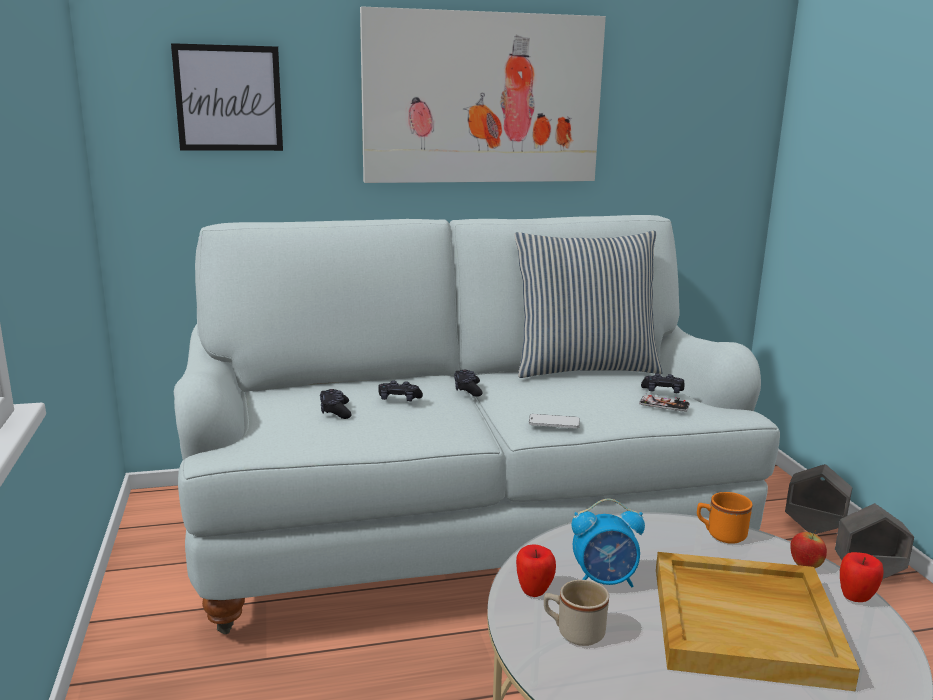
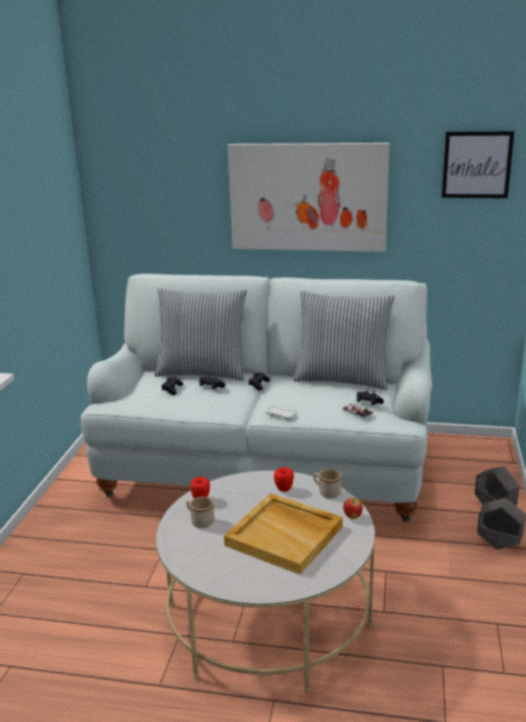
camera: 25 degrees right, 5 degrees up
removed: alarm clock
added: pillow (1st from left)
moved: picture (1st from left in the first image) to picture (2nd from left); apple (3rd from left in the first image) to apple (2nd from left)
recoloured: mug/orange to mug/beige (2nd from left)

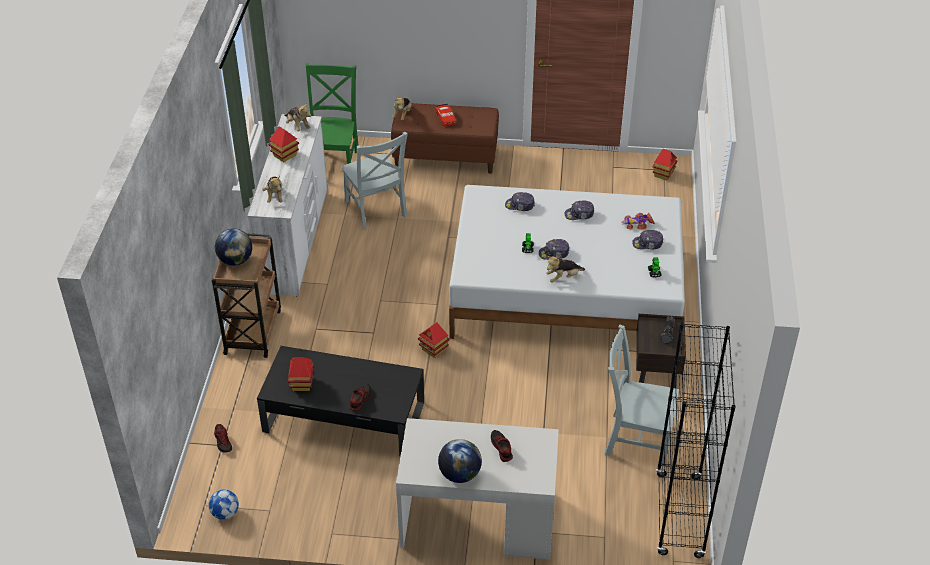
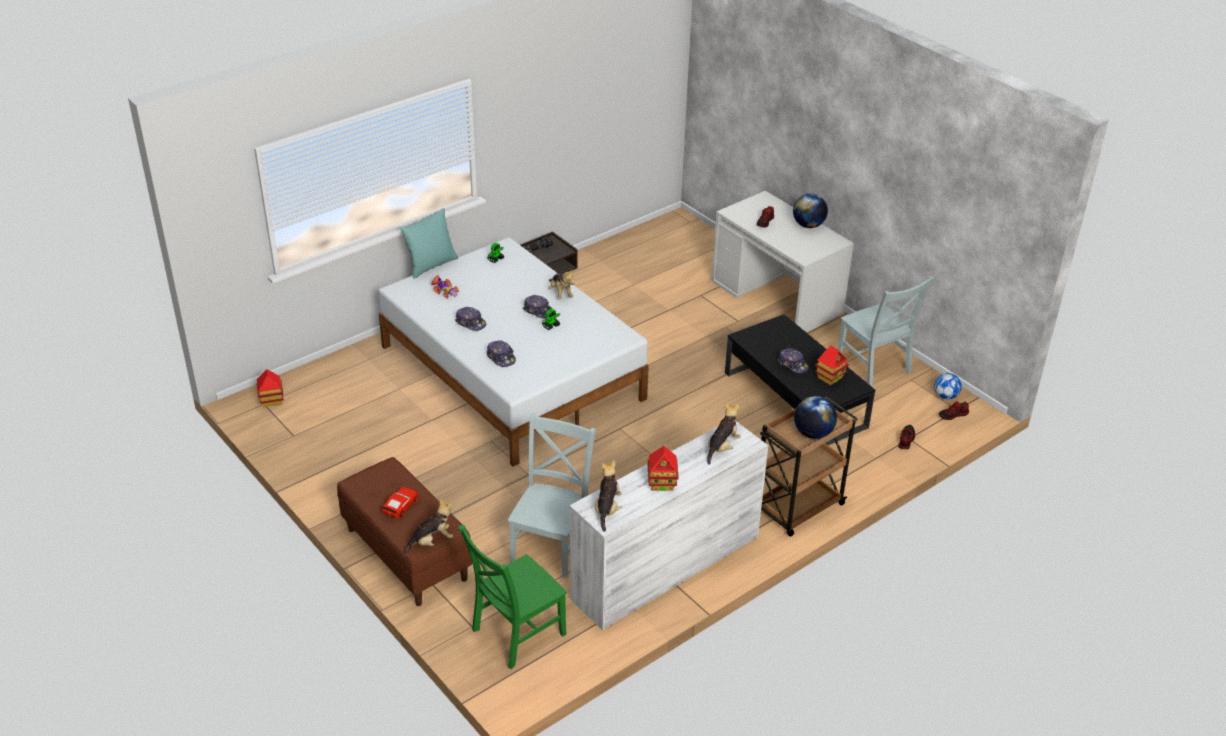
camera: 135 degrees left, 5 degrees down
removed: toy house (3rd from left); bookcase/black
added: pillow/turquoise
moved: cap (4th from left); chair/grey (2nd from left); shoe (2nd from left in the first image) to shoe (3rd from left)
turned: plush toy (4th from left in the first image) 45 degrees clockwise

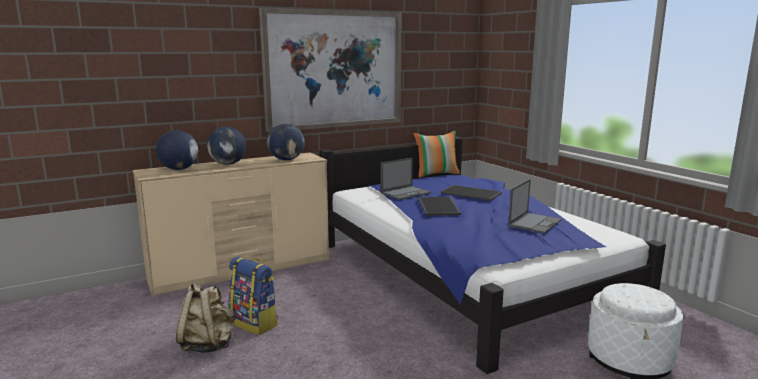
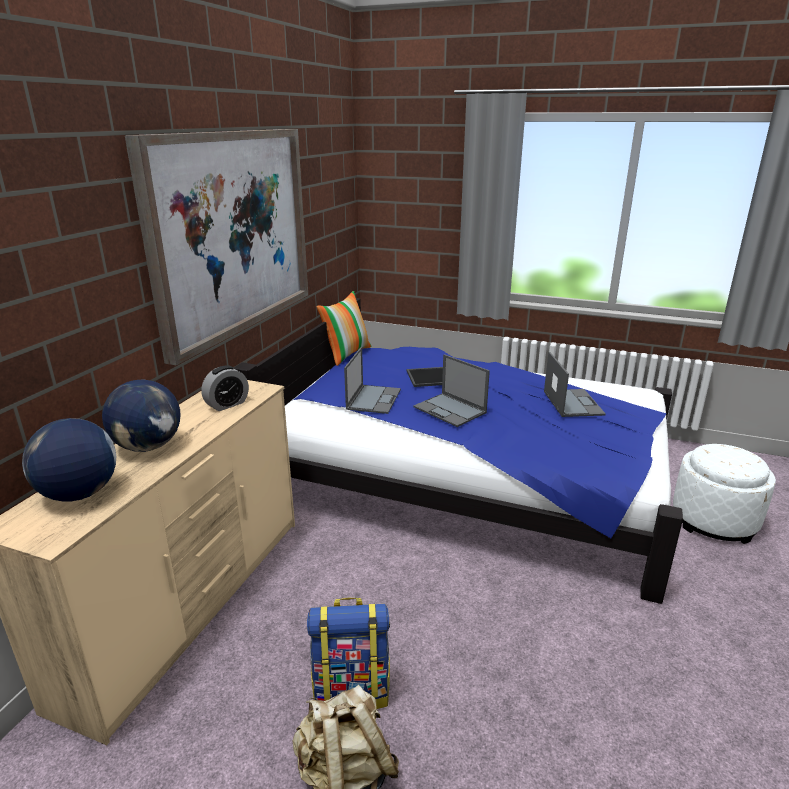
camera: 40 degrees left, 10 degrees up
replaced: globe (3rd from left) to alarm clock; tray (1st from left) to laptop (2nd from left)

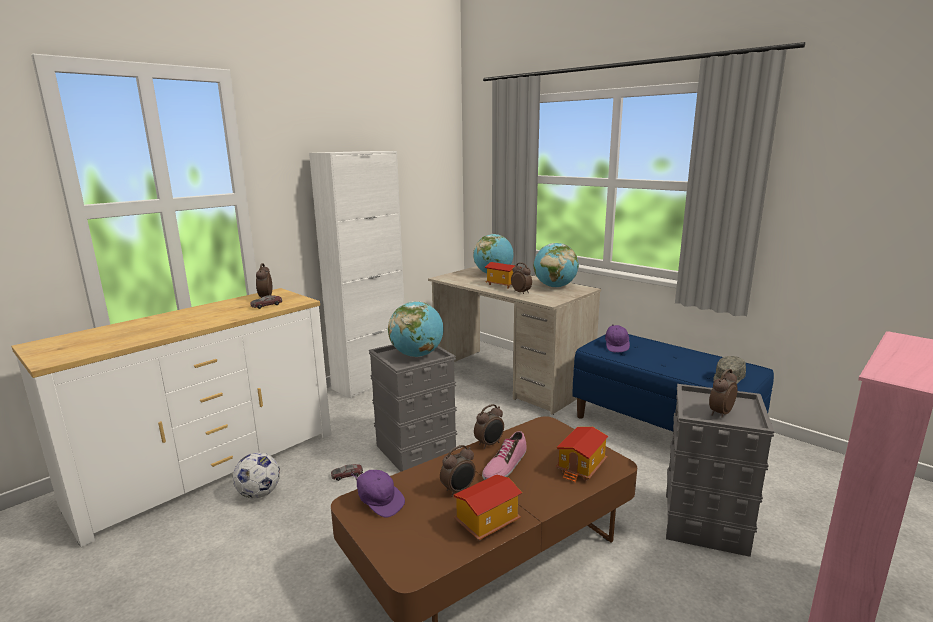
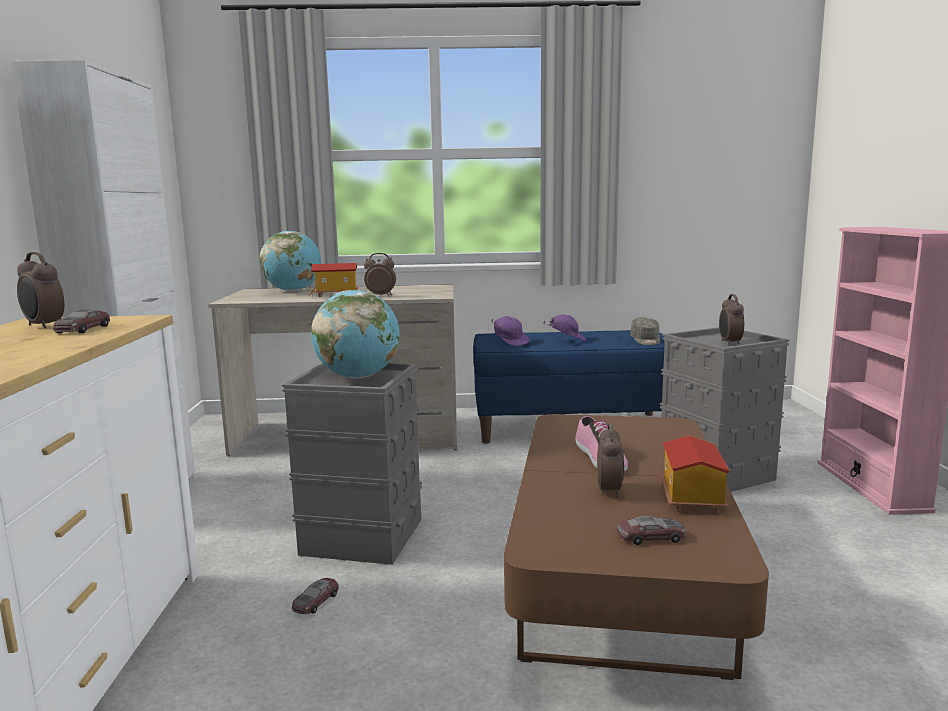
camera: 45 degrees left, 5 degrees down
removed: globe (3rd from left); alarm clock (3rd from left); toy house (3rd from left); football
added: toy car (3rd from left)
moved: cap/purple (1st from left in the first image) to cap/purple (2nd from left)

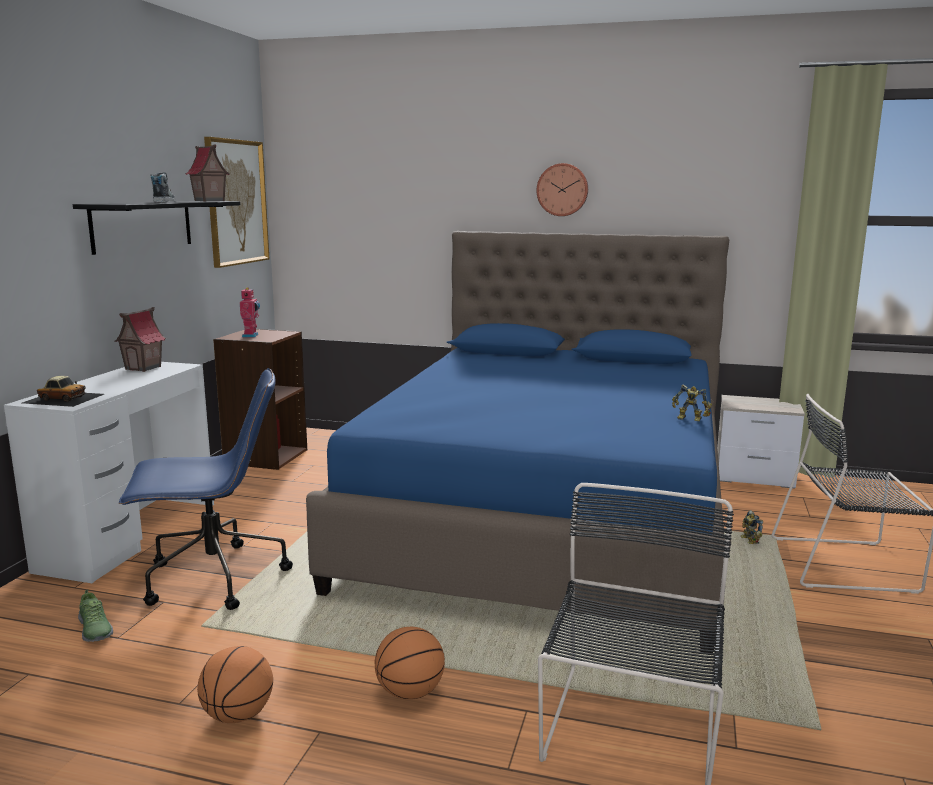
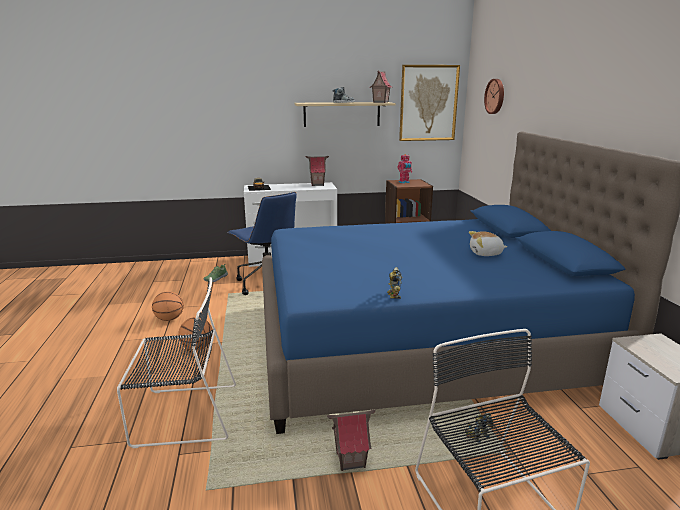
camera: 65 degrees right, 5 degrees up
added: plush toy; toy house (2nd from left)
moved: wall clock
recoloured: shelf/black to shelf/beige

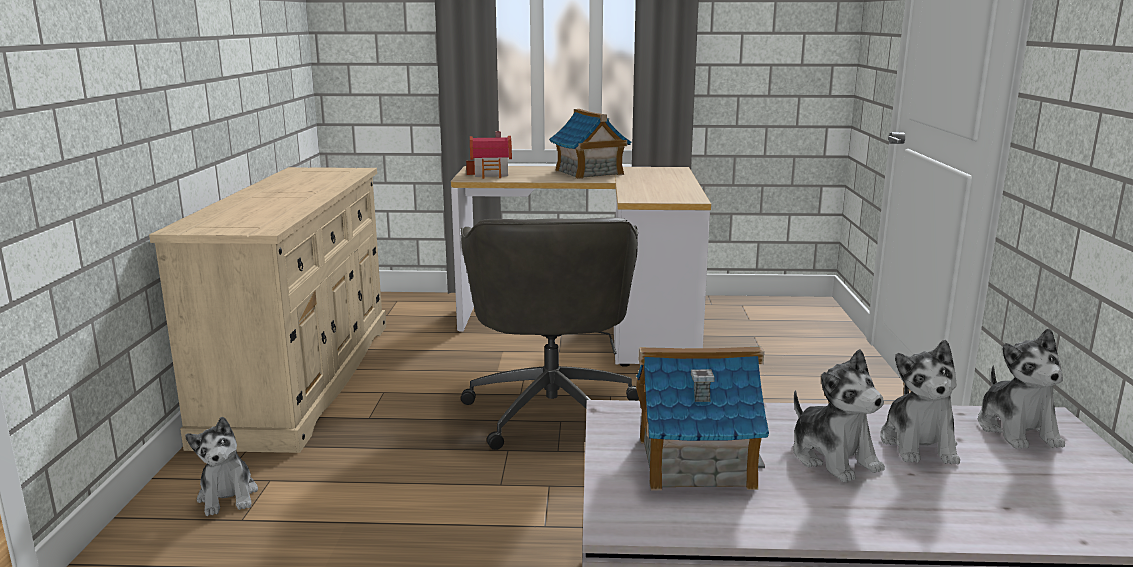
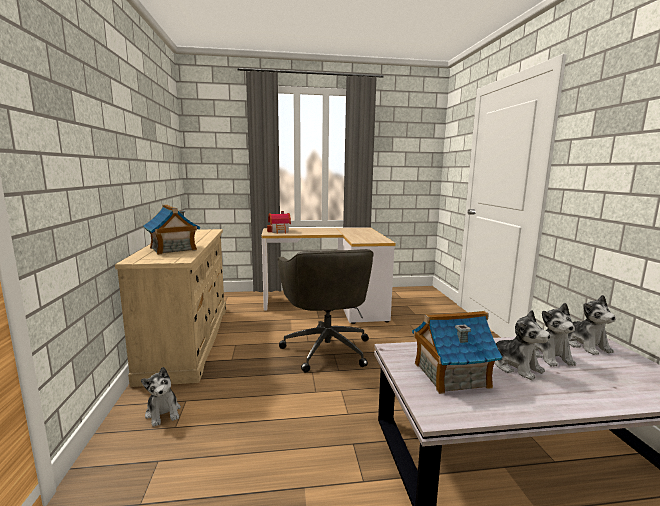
camera: 10 degrees left, 5 degrees down
moved: toy house (2nd from left in the first image) to toy house (1st from left)

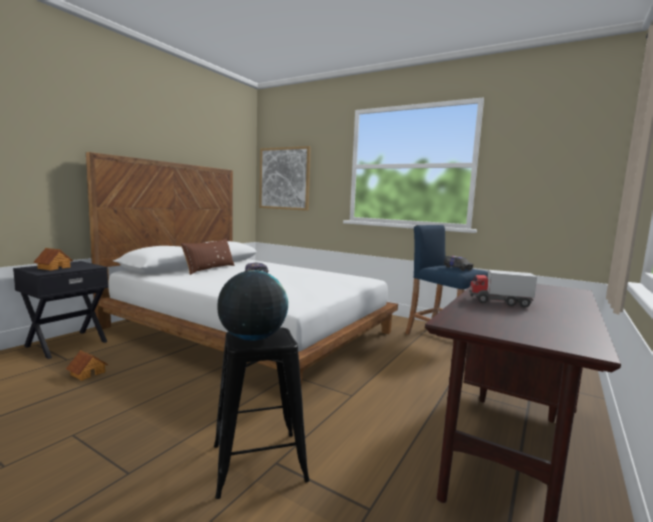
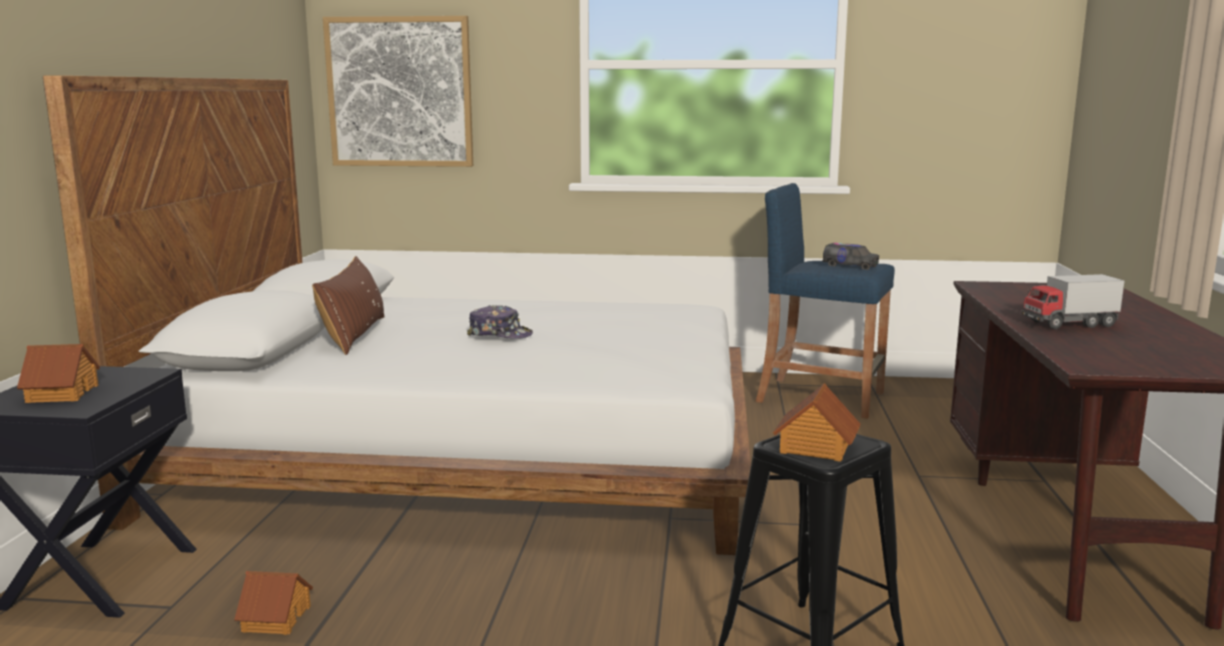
camera: 25 degrees left, 5 degrees up
replaced: globe to toy house (3rd from left)

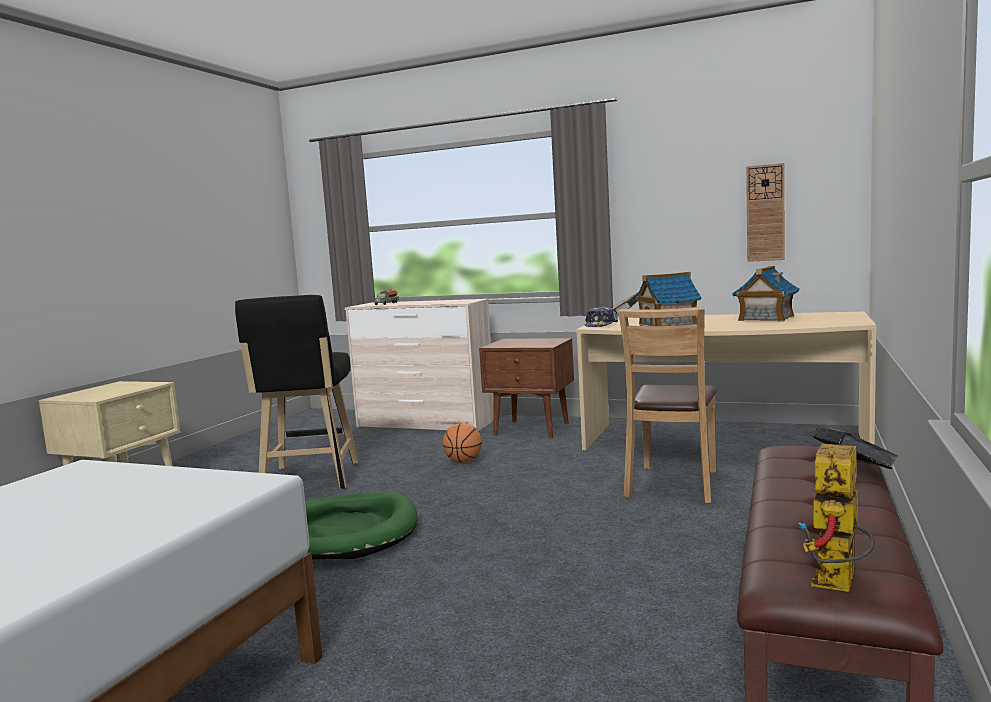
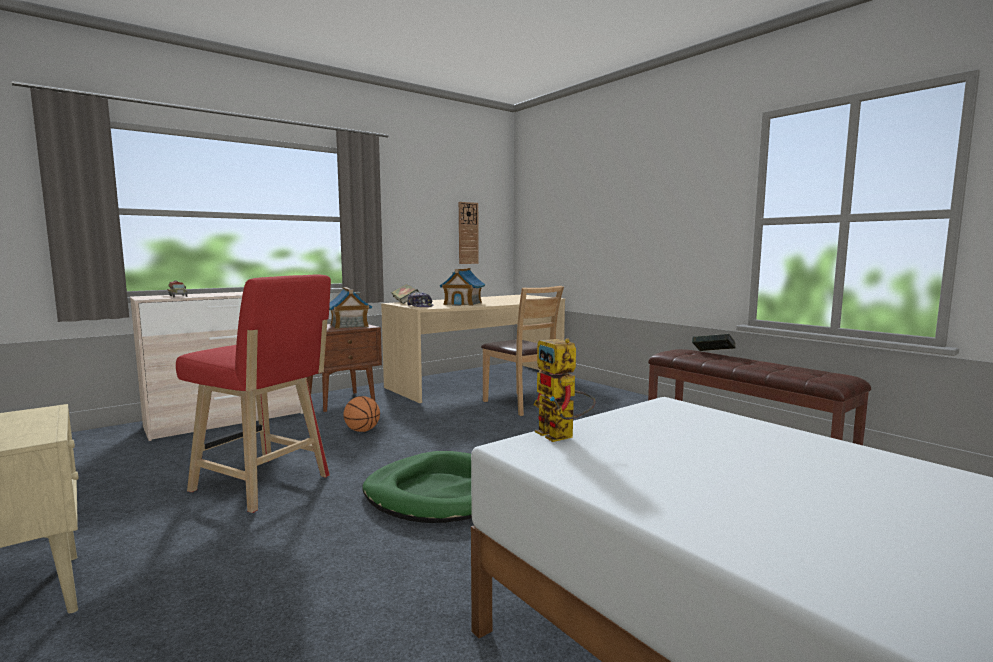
camera: 60 degrees left, 0 degrees up
moved: toy house (2nd from left in the first image) to toy house (1st from left); toy robot
recoloured: stool/black to stool/red

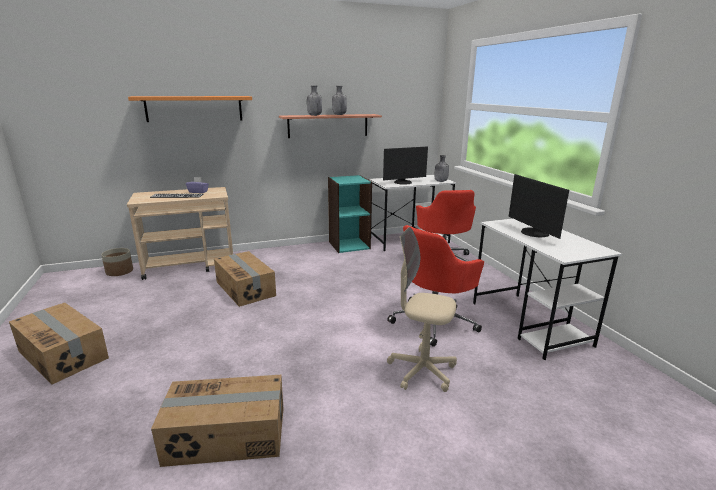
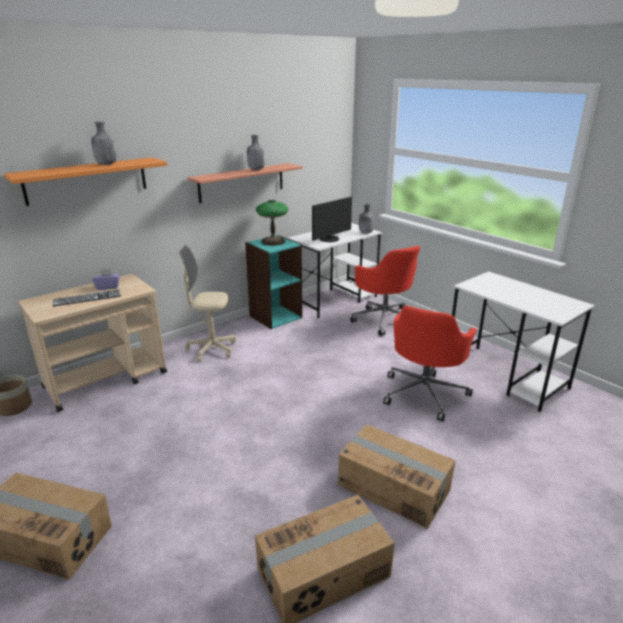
camera: 20 degrees left, 5 degrees up
removed: monitor (2nd from left)
added: table lamp
moved: bottle/grey (1st from left); office chair/beige; cardboard box (3rd from left)

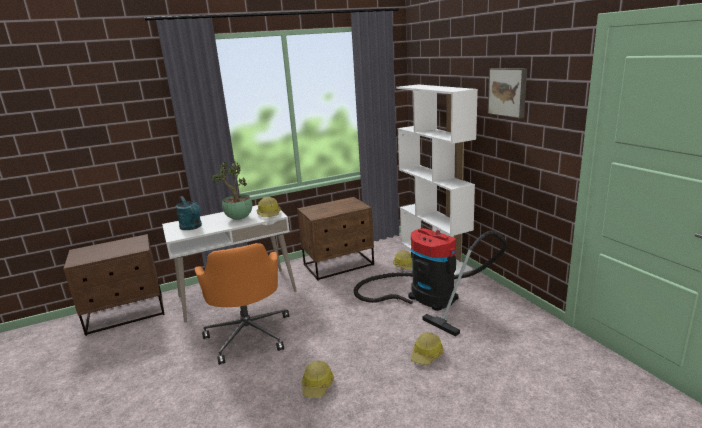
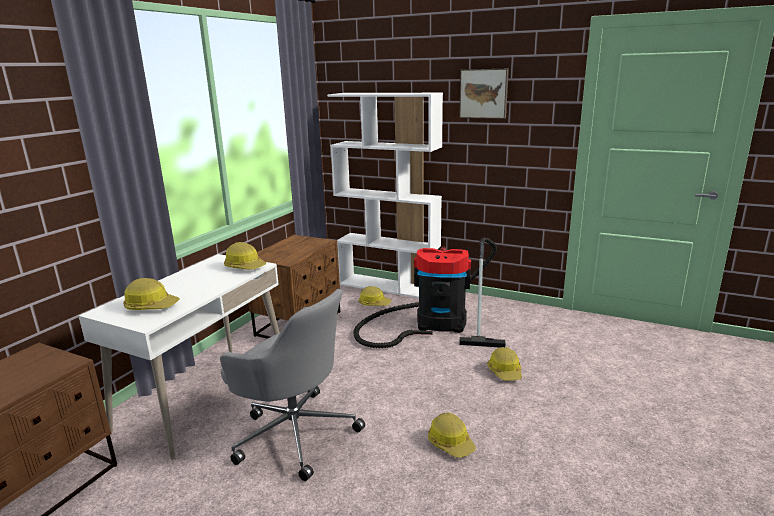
camera: 40 degrees left, 0 degrees up
removed: potted plant
replaced: watering can/turquoise to hard hat (1st from left)
recoloured: office chair/orange to office chair/grey

